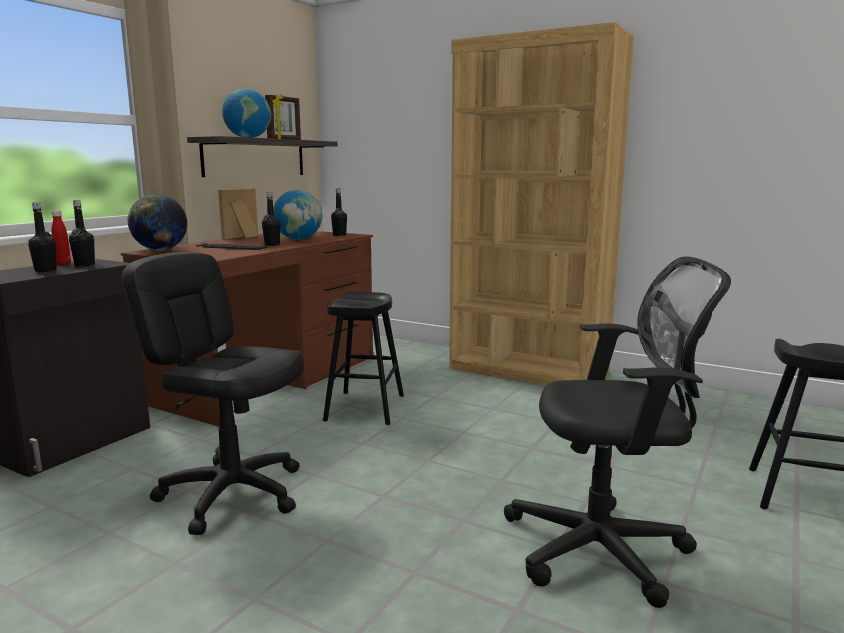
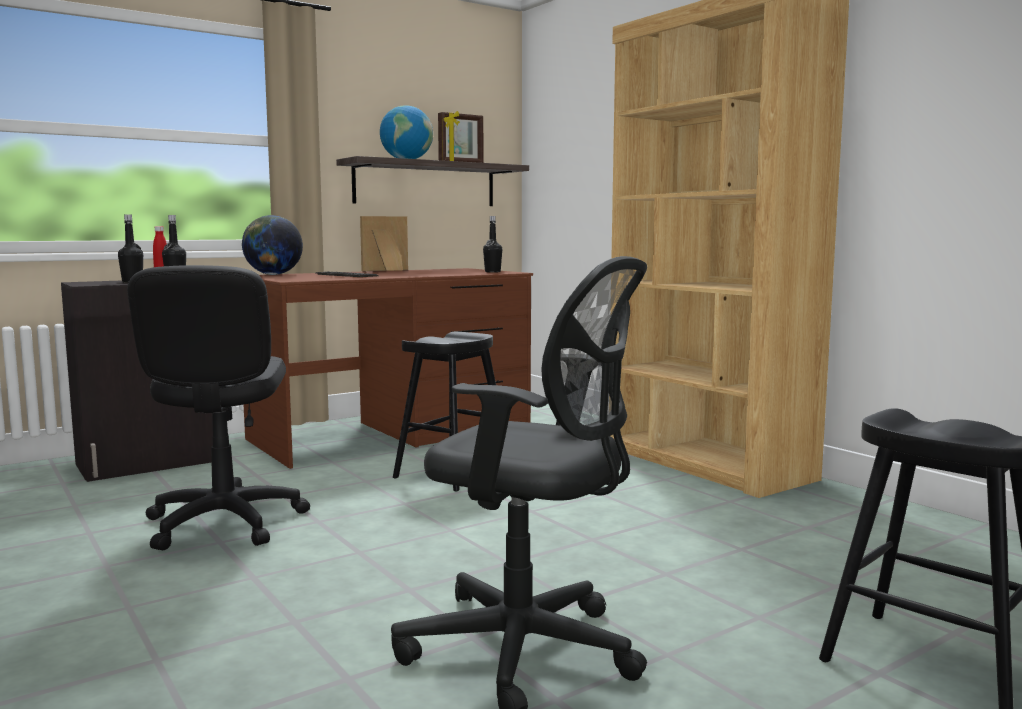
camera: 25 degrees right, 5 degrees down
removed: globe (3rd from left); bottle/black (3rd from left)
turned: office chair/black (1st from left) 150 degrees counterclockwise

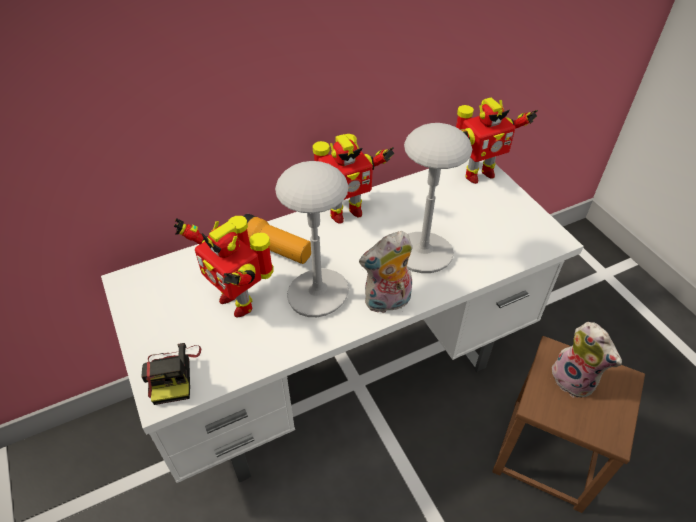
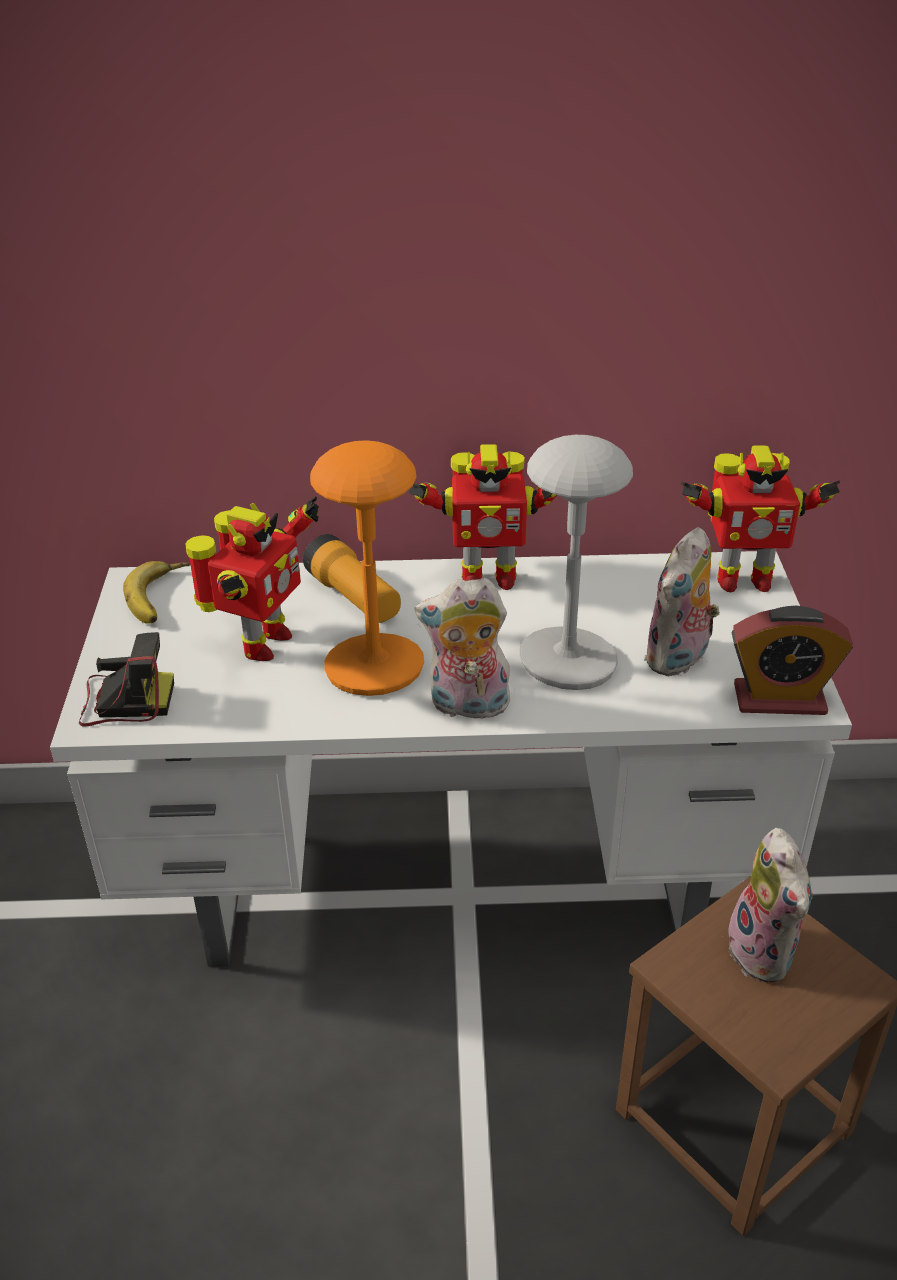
camera: 25 degrees right, 10 degrees down
added: plush toy (2nd from left); banana; alarm clock
recoloured: table lamp/grey (1st from left) to table lamp/orange
turned: toy robot (1st from left) 135 degrees counterclockwise; photo camera 105 degrees counterclockwise

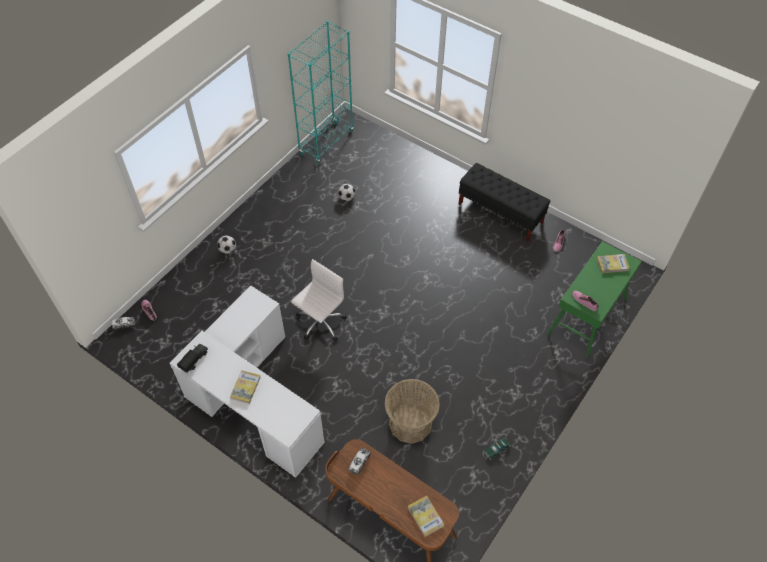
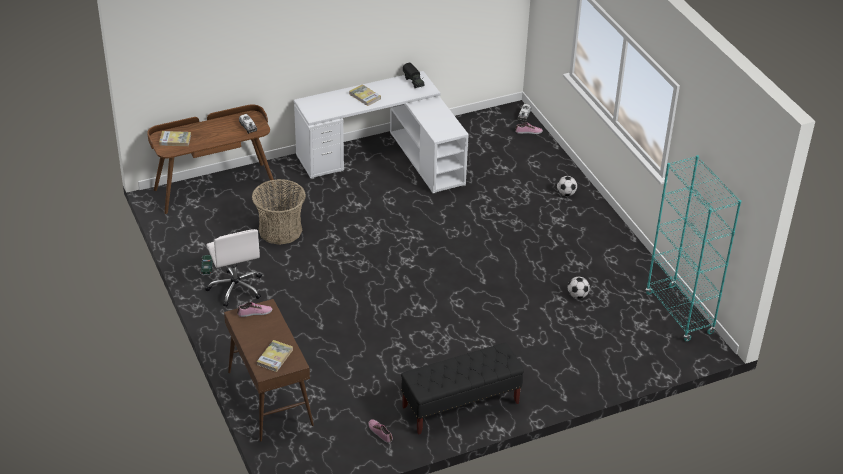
camera: 120 degrees right, 15 degrees down
moved: office chair/white
recoloured: console table/green to console table/brown

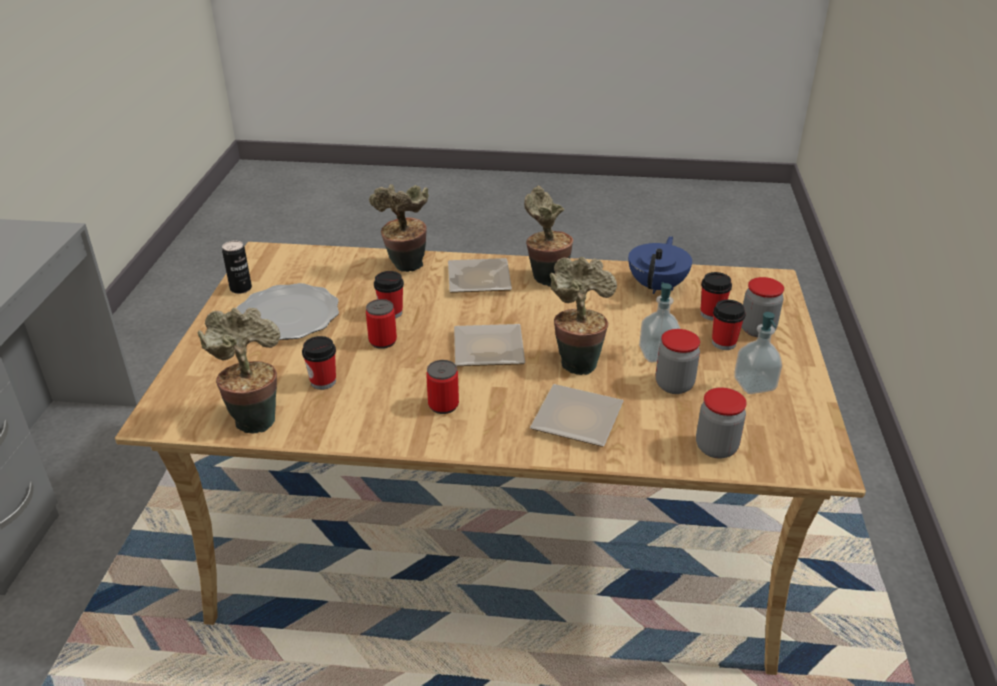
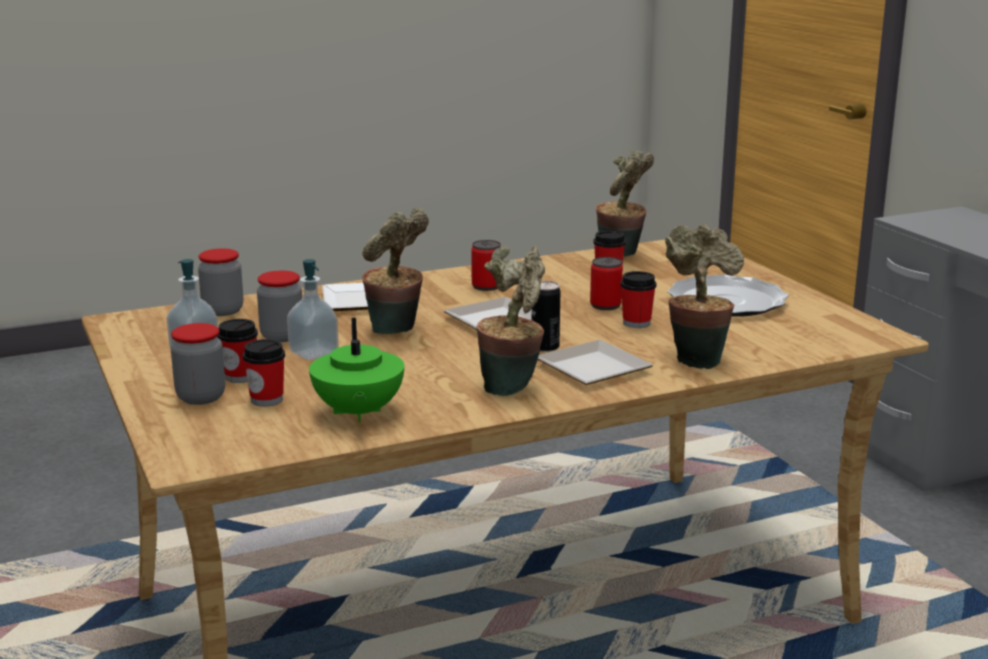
camera: 150 degrees right, 15 degrees down
moved: can (1st from left in the first image) to can (2nd from left)
recoloured: teapot/blue to teapot/green

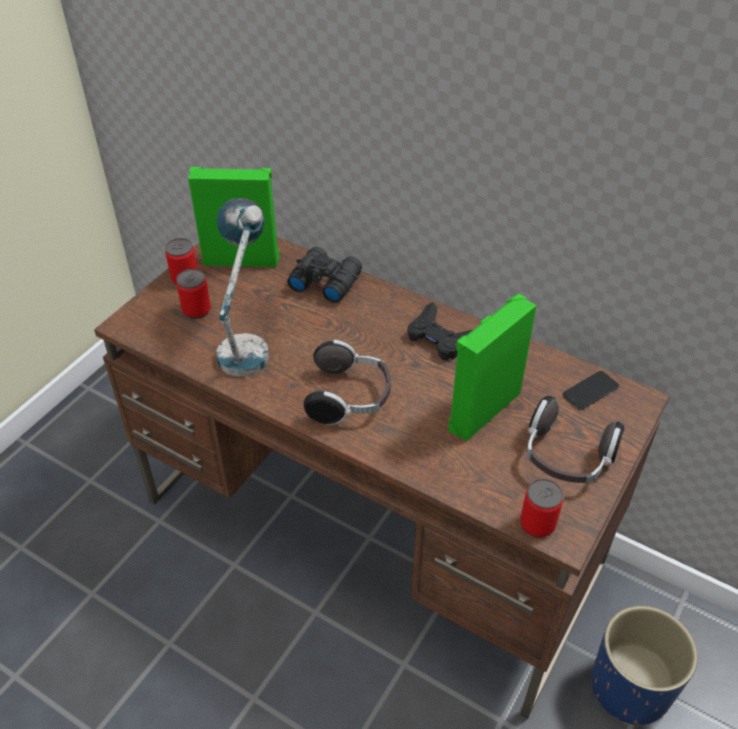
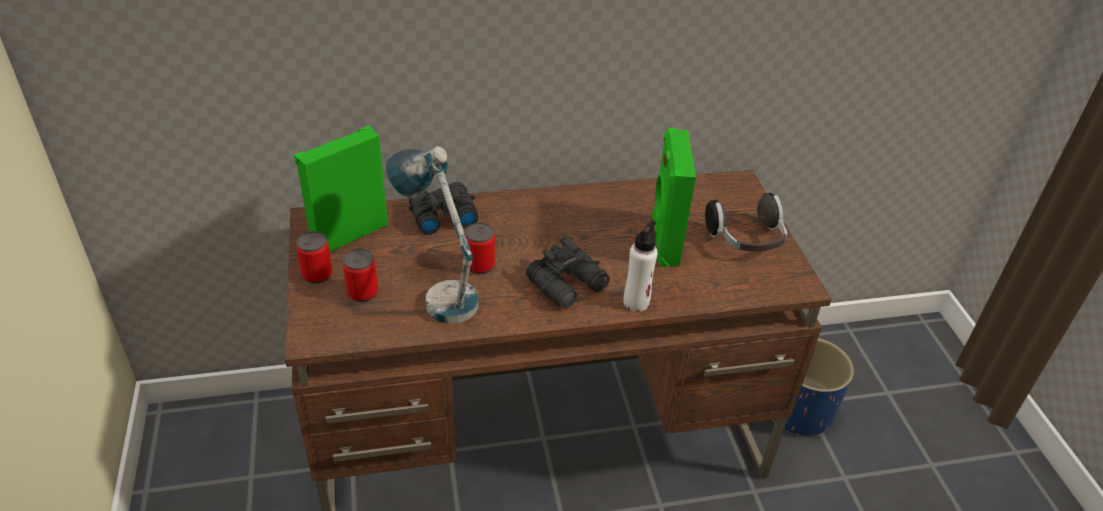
camera: 45 degrees left, 5 degrees down
removed: game controller/black; phone
added: bottle/white
moved: can (3rd from left)
replaced: headphones (1st from left) to binoculars/black (2nd from left)

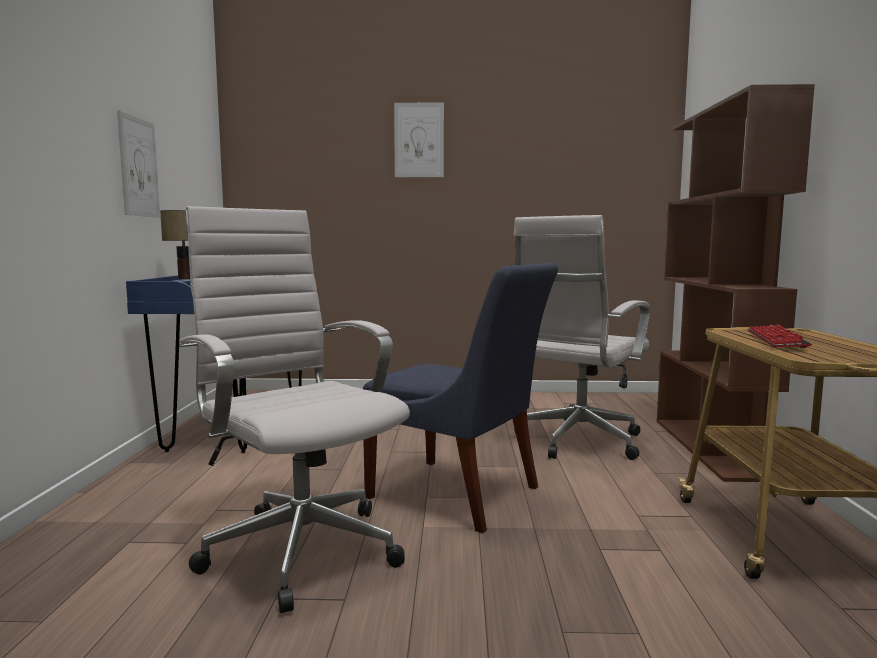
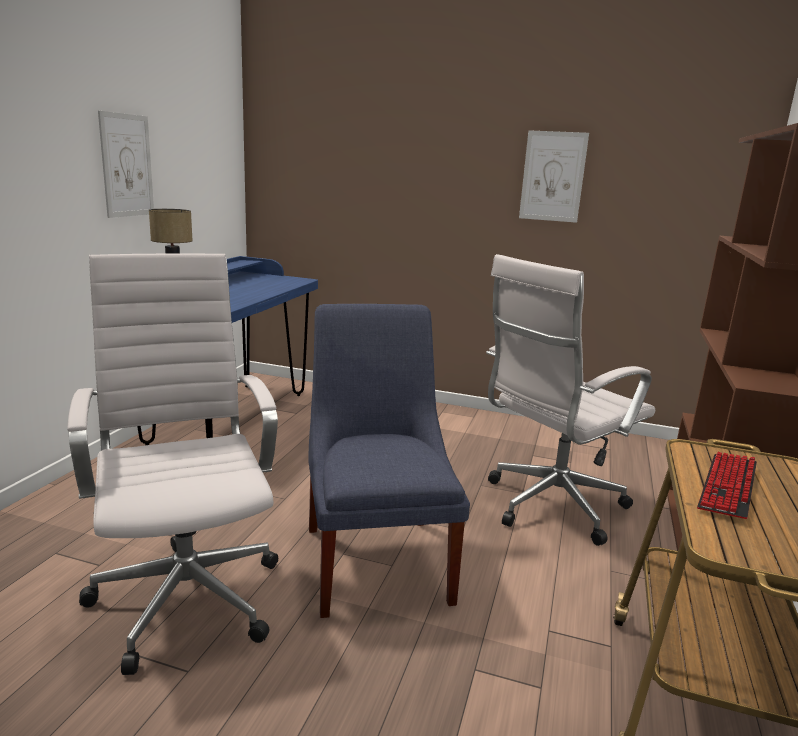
camera: 15 degrees right, 10 degrees up
moved: picture (2nd from left)
turned: chair/blue 150 degrees counterclockwise

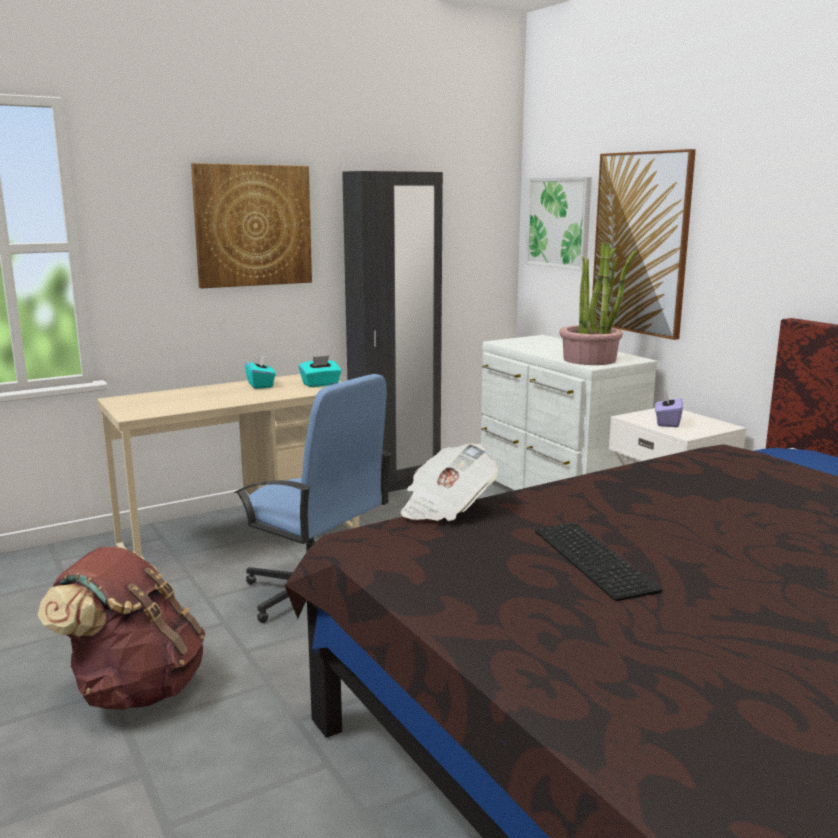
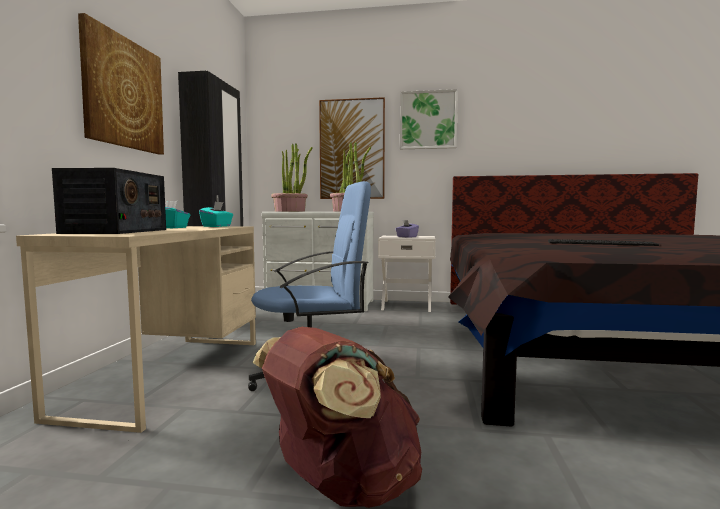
camera: 50 degrees left, 10 degrees down
removed: newspaper
added: potted plant (1st from left); radio
moved: picture (2nd from left in the first image) to picture (3rd from left)

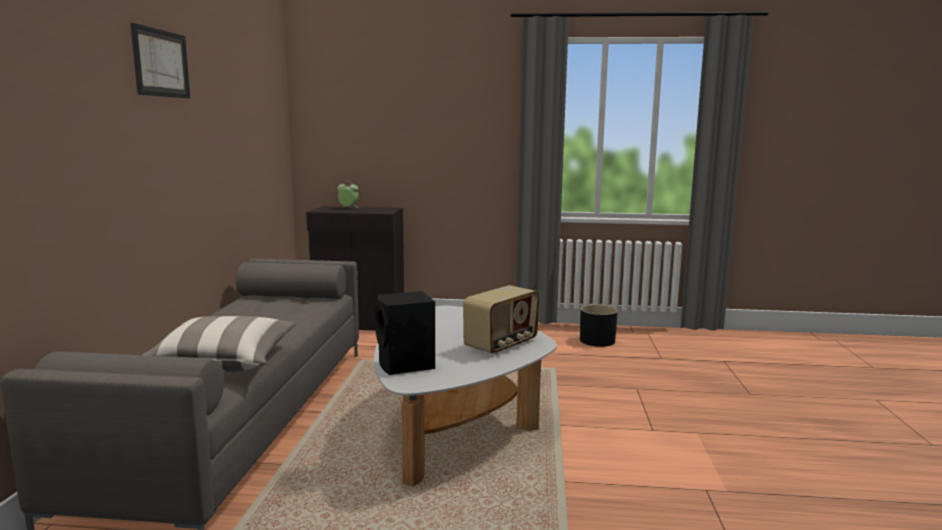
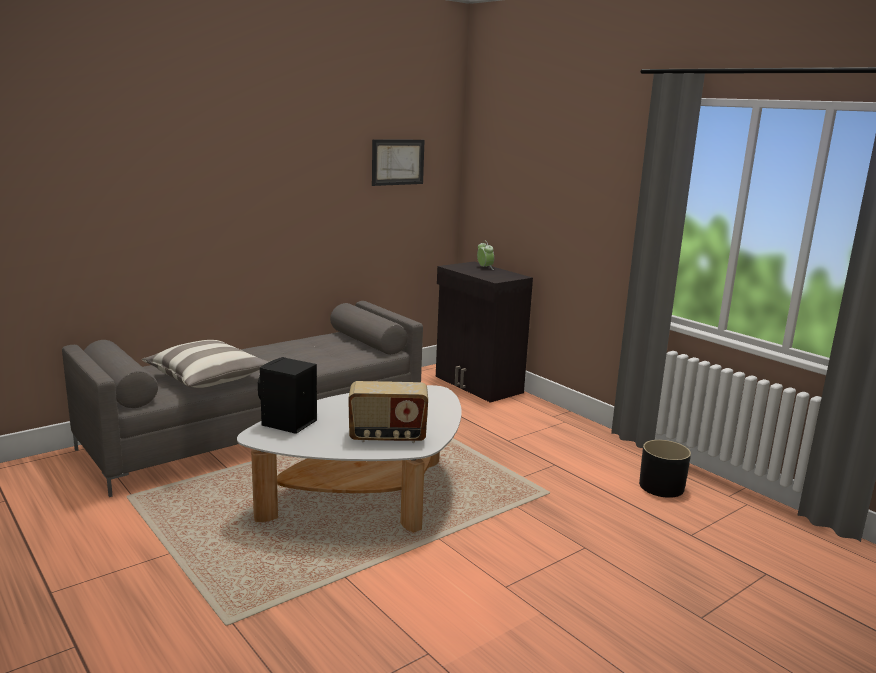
camera: 45 degrees right, 5 degrees up
moved: picture

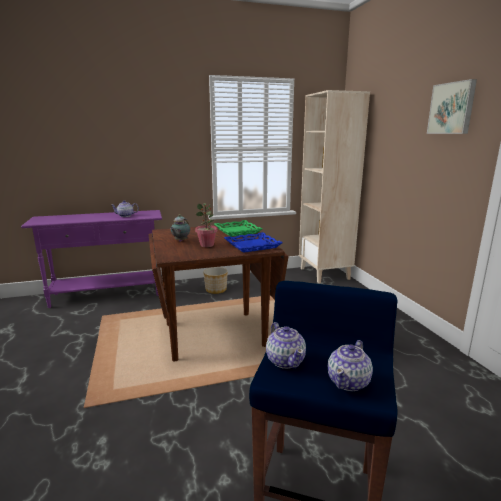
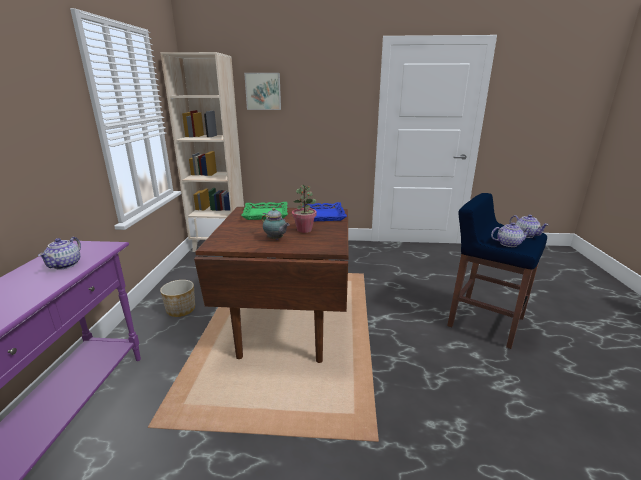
camera: 70 degrees left, 5 degrees up
moved: picture

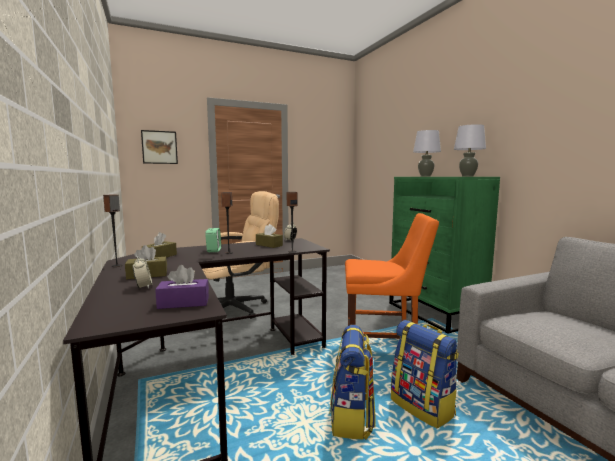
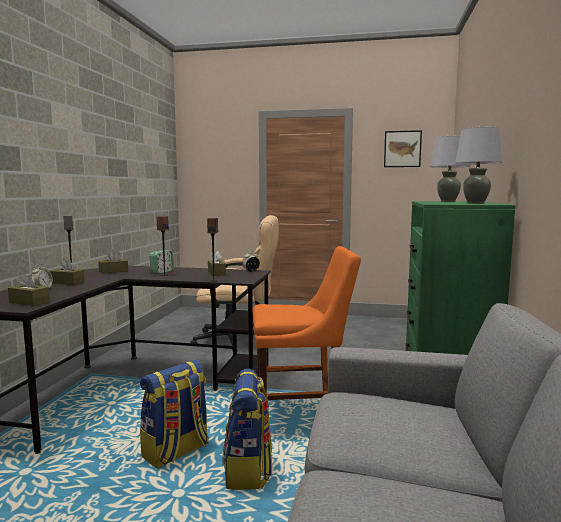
camera: 35 degrees right, 0 degrees up
moved: picture
recoloured: tissue box/purple to tissue box/brown (1st from left)
turned: chair/orange 45 degrees counterclockwise

